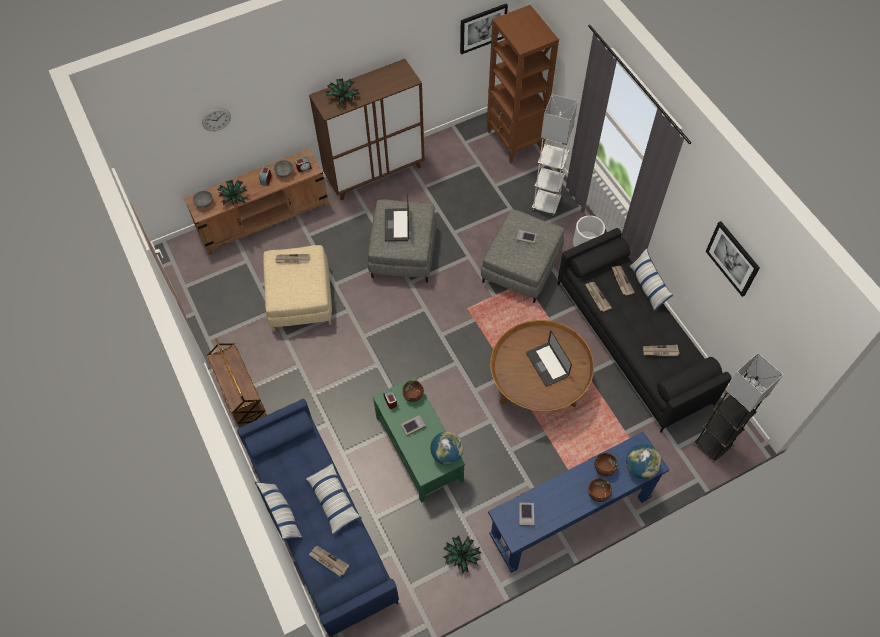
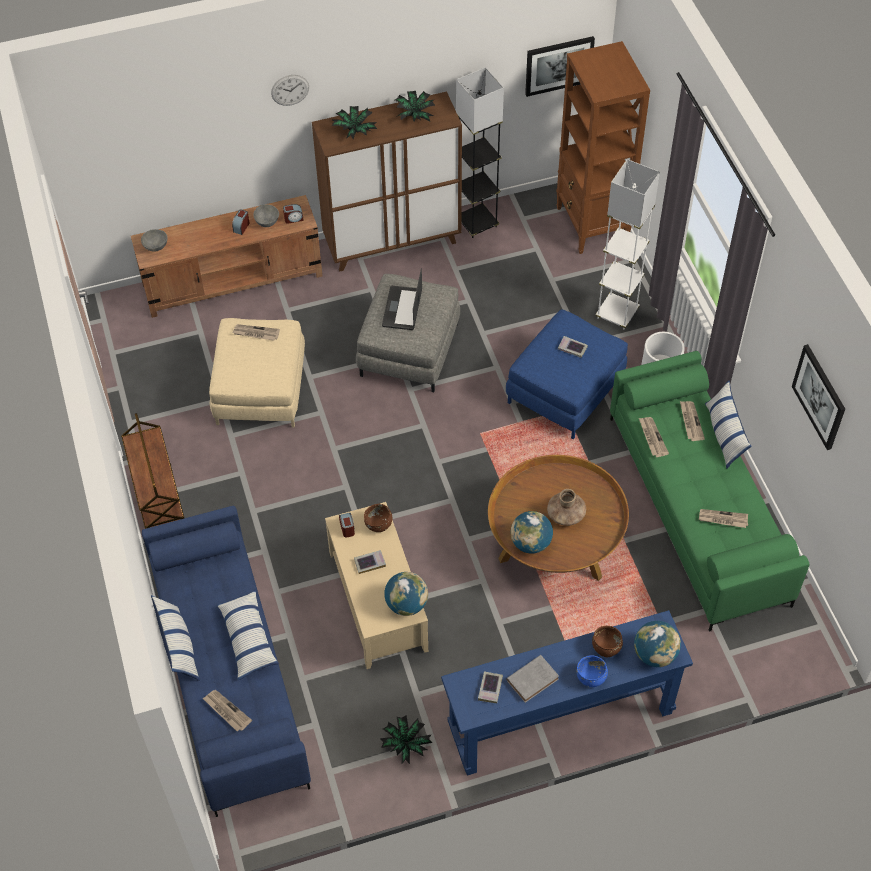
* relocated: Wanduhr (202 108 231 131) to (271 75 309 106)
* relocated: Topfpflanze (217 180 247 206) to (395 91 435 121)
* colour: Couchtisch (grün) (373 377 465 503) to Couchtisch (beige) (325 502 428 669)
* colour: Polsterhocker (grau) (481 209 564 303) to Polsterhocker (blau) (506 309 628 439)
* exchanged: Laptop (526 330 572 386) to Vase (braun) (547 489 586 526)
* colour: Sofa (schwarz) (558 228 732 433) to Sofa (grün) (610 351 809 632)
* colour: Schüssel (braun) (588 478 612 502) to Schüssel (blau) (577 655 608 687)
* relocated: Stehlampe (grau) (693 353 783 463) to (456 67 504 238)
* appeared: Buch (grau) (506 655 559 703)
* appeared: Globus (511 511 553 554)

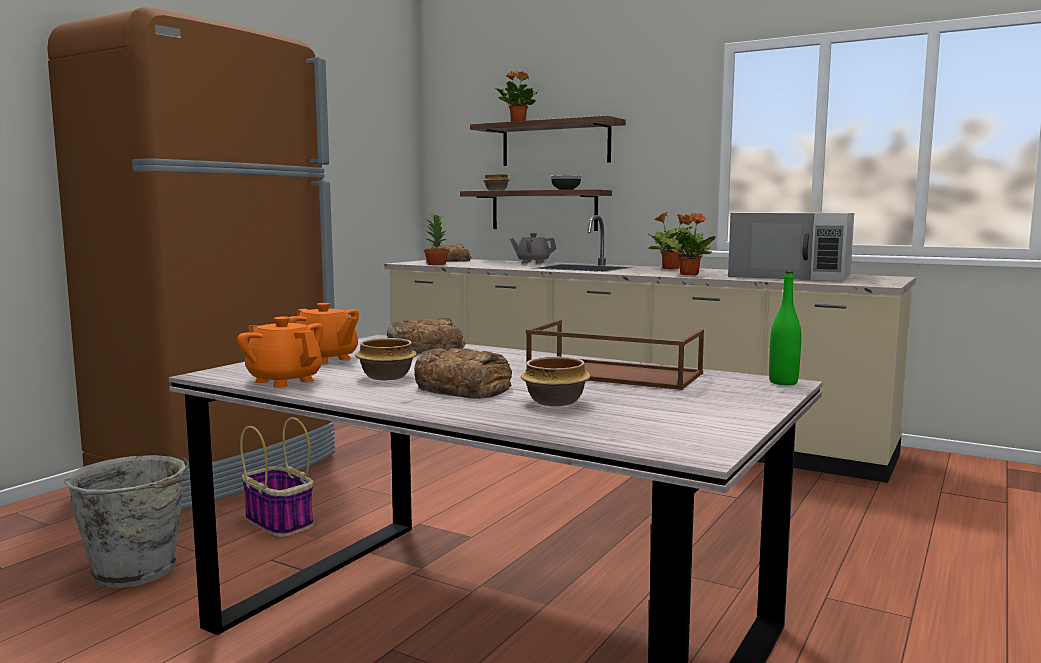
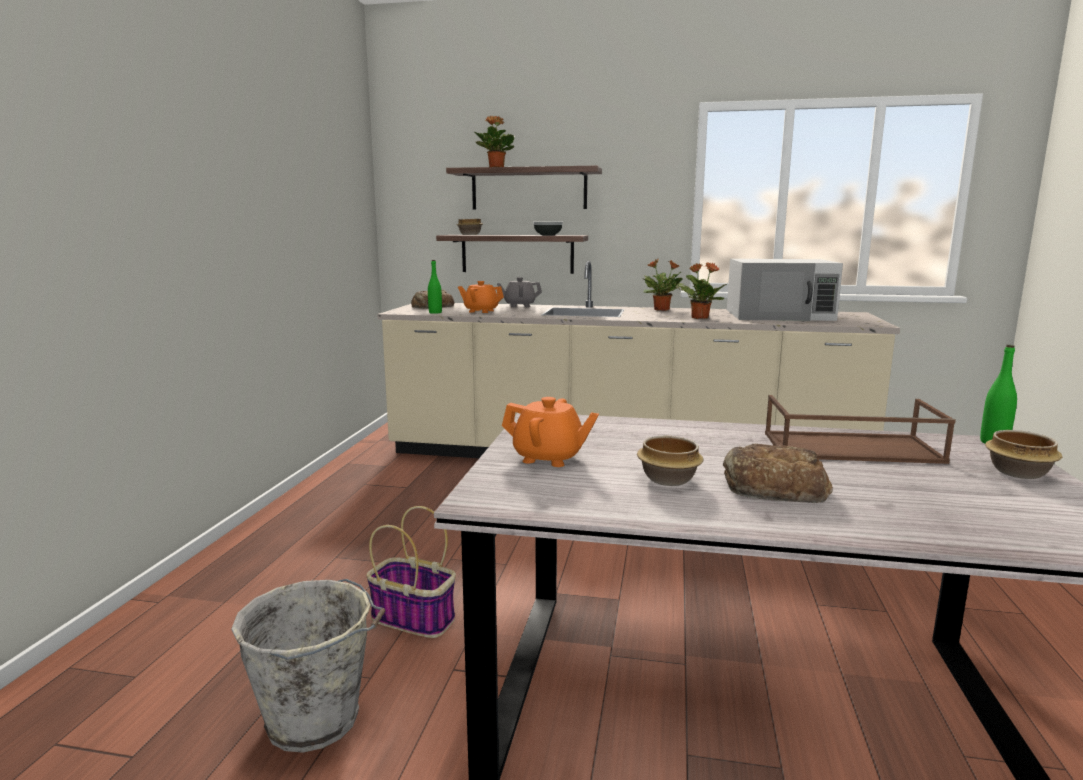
* missing: Kühlschrank (braun) (47 6 335 509)
* relocated: Teekanne (orange) (237 316 323 388) to (458 281 504 313)
* missing: Brot (387 318 466 354)
* exchanged: Topfpflanze (424 213 449 265) to Flasche (grün) (428 260 442 314)
* relocated: Schüssel (521 357 591 406) to (985 430 1062 479)

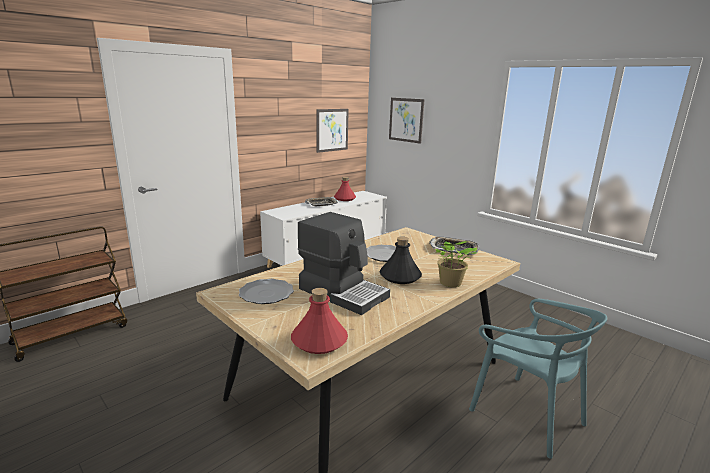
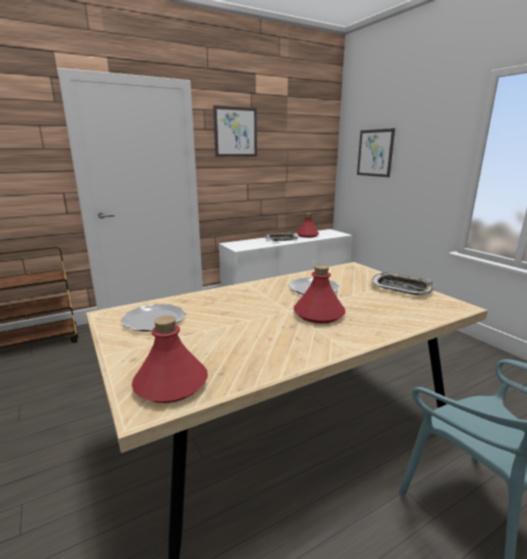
* missing: Kaffeemaschine (298 212 390 315)
* relocated: Bild (316 109 349 153) to (213 105 257 157)
* colour: Flasche (schwarz) (379 236 422 284) to Flasche (rot) (294 265 346 323)
* missing: Topfpflanze (435 241 477 287)

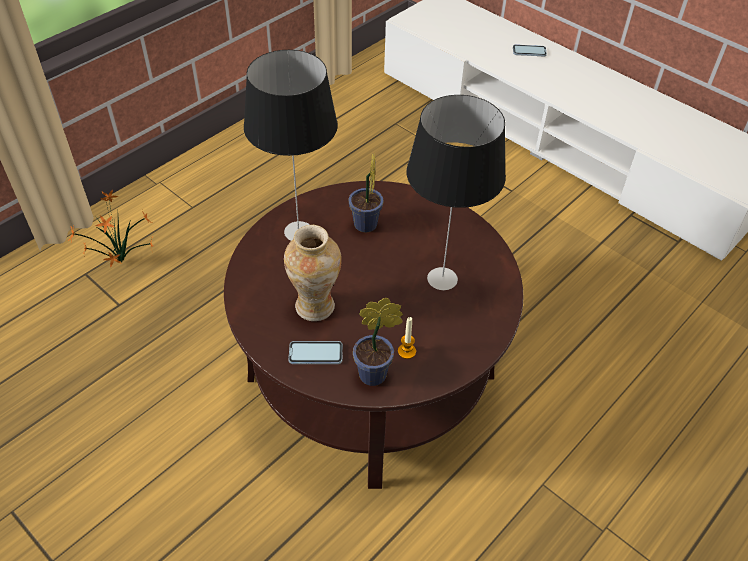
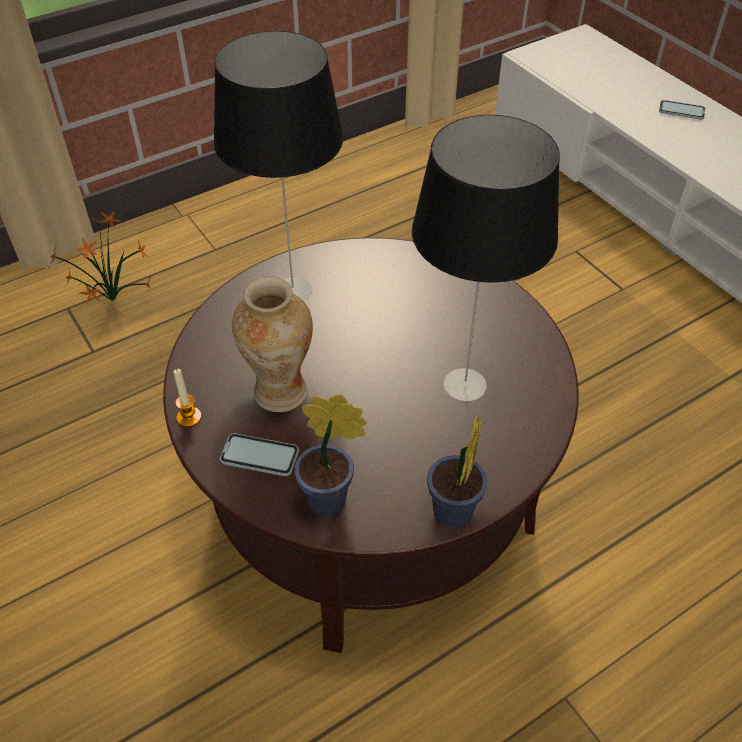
* relocated: Topfpflanze (348 154 384 232) to (427 414 487 528)
* relocated: Kerze (398 317 416 359) to (174 369 202 427)

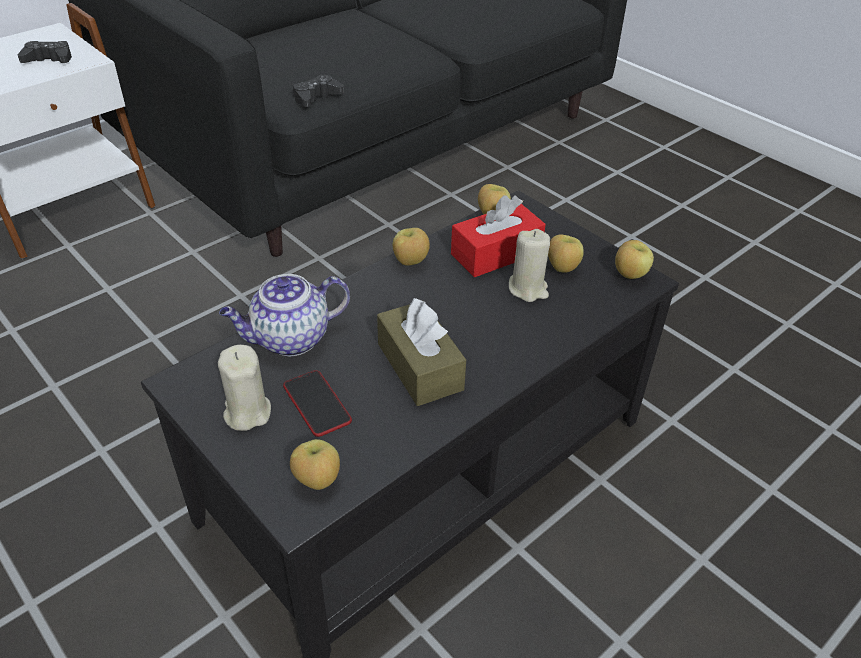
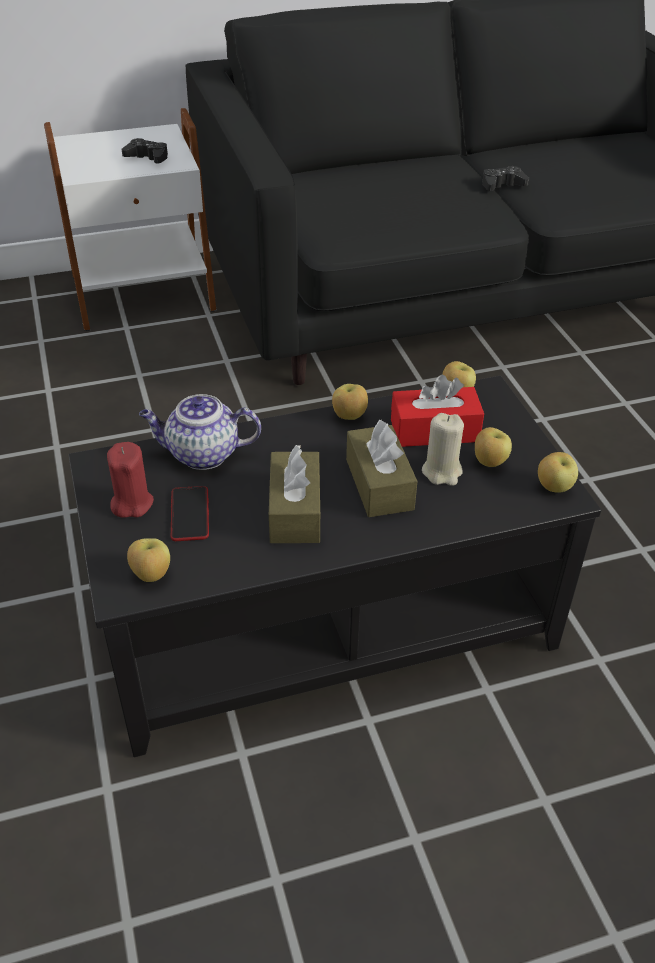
* colour: Kerze (beige) (218 345 271 431) to Kerze (rot) (107 442 154 518)
* relocated: Gamepad (schwarz) (293 75 344 107) to (482 166 529 191)
* appeared: Taschentuchbox (braun) (346 419 418 517)

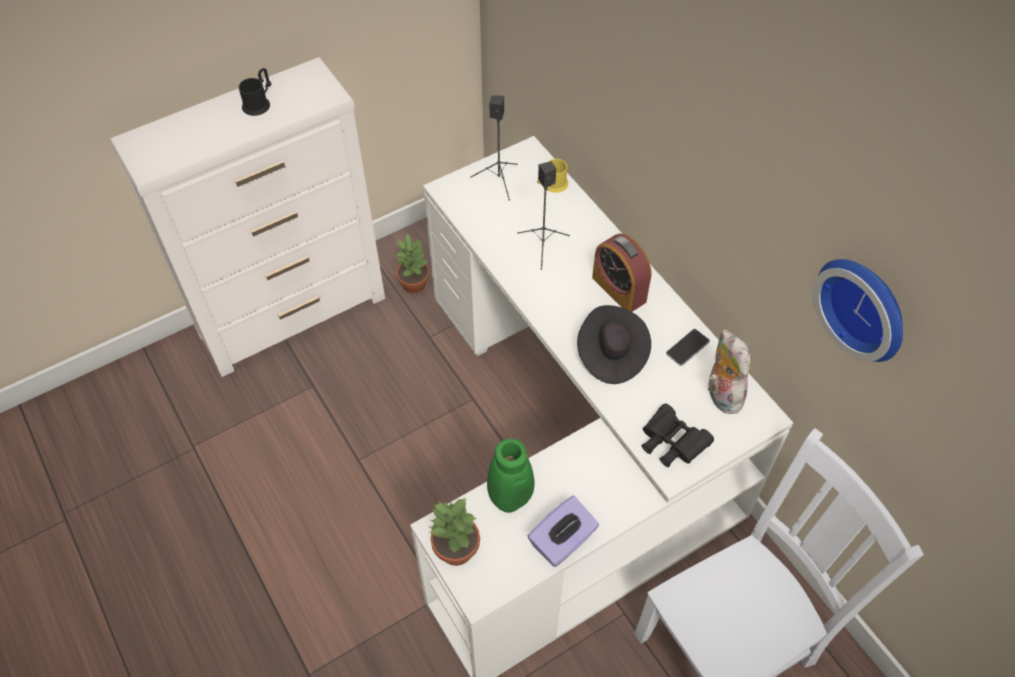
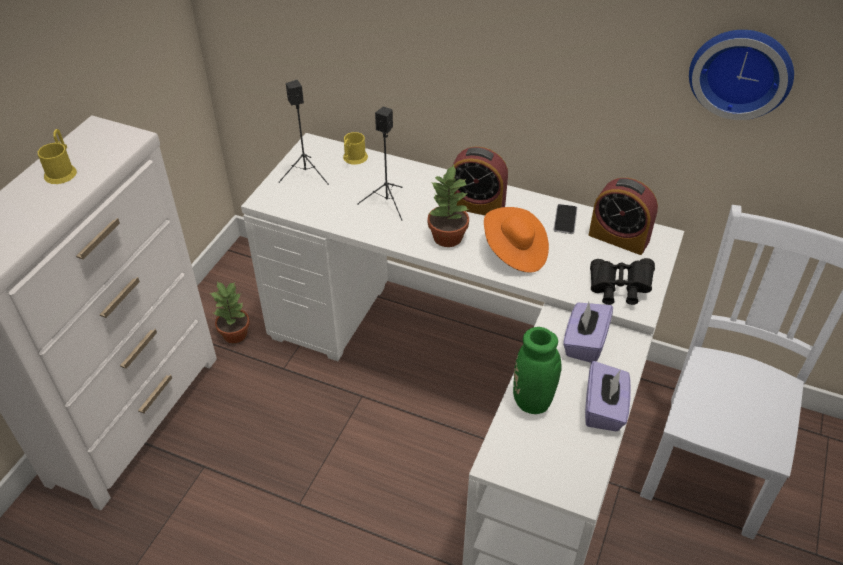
* colour: Henkelbecher (schwarz) (239 68 272 116) to Henkelbecher (gelb) (38 129 77 184)
* relocated: Topfpflanze (430 497 480 566) to (427 165 469 247)
* colour: Hut (schwarz) (577 305 651 384) to Hut (orange) (484 207 549 273)
* exchanged: Plüschtier (708 329 752 414) to Wecker (589 178 658 255)
* appeared: Taschentuchbox (lila) (563 302 613 363)

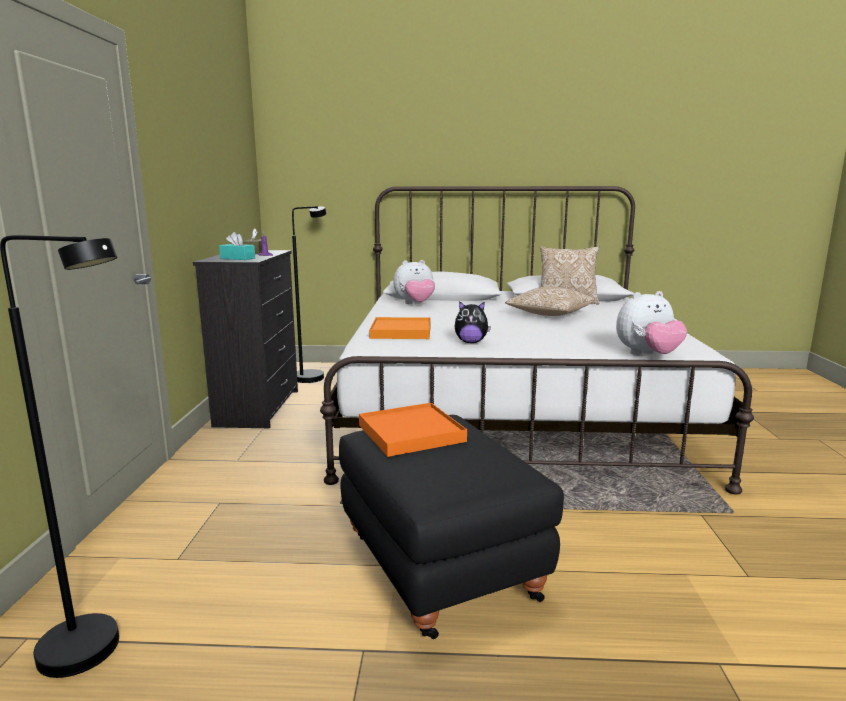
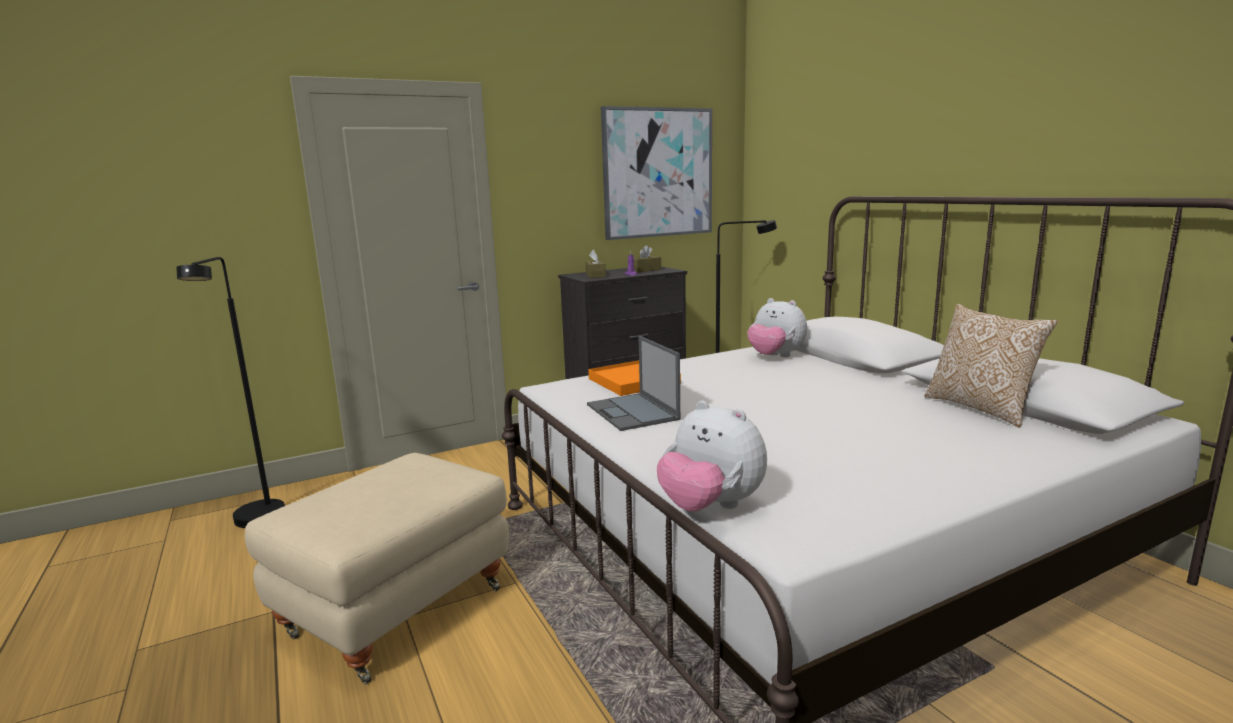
* colour: Taschentuchbox (türkis) (219 232 255 260) to Taschentuchbox (braun) (585 250 606 278)
* colour: Polsterhocker (schwarz) (339 415 564 639) to Polsterhocker (beige) (245 453 509 684)
* missing: Tablett (orange) (359 403 467 457)
* exchanged: Plüschtier (454 301 491 343) to Laptop (587 336 680 431)
* missing: Kissen (505 286 594 316)
* appeared: Bild (601 106 712 240)

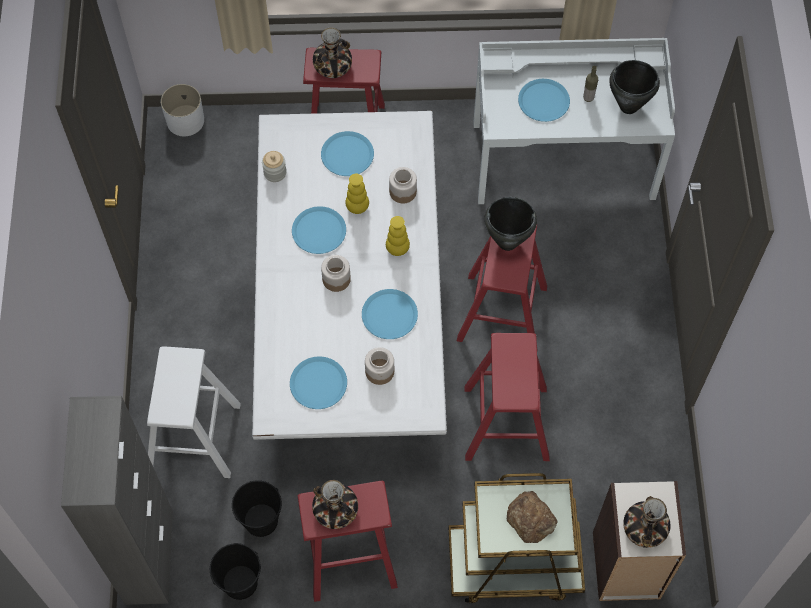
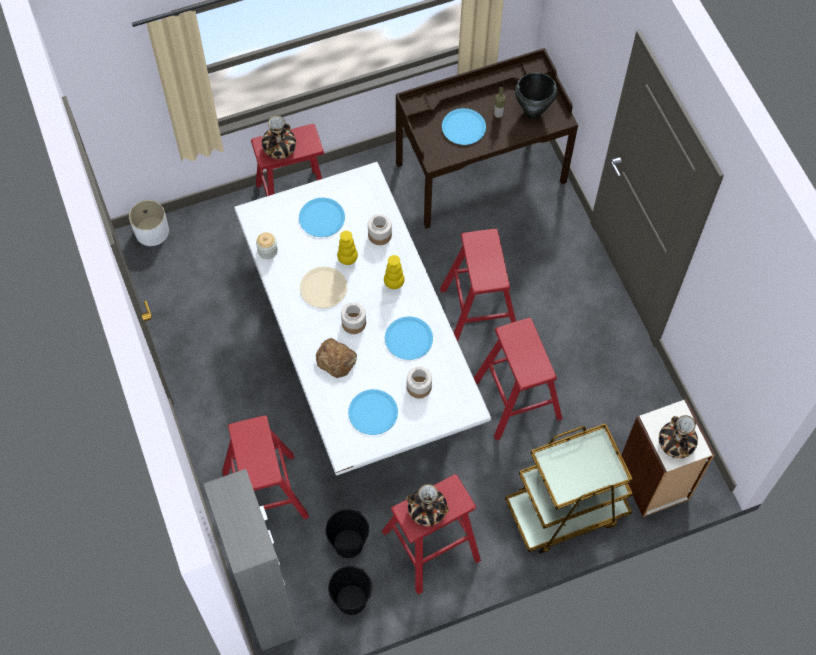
* colour: Hocker (weiß) (147 346 241 478) to Hocker (rot) (222 416 309 519)
* colour: Teller (blau) (292 206 346 254) to Teller (beige) (300 267 347 308)
* colour: Schreibtisch (weiß) (473 38 675 204) to Schreibtisch (braun) (396 48 578 229)
* missing: Kochtopf (schwarz) (484 197 537 251)
* relocated: Brot (507 491 557 543) to (316 338 357 378)

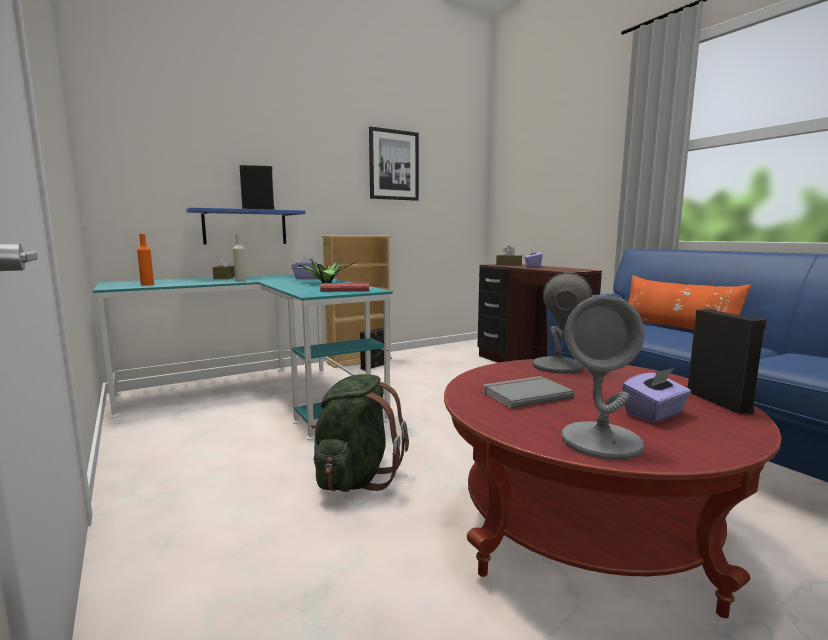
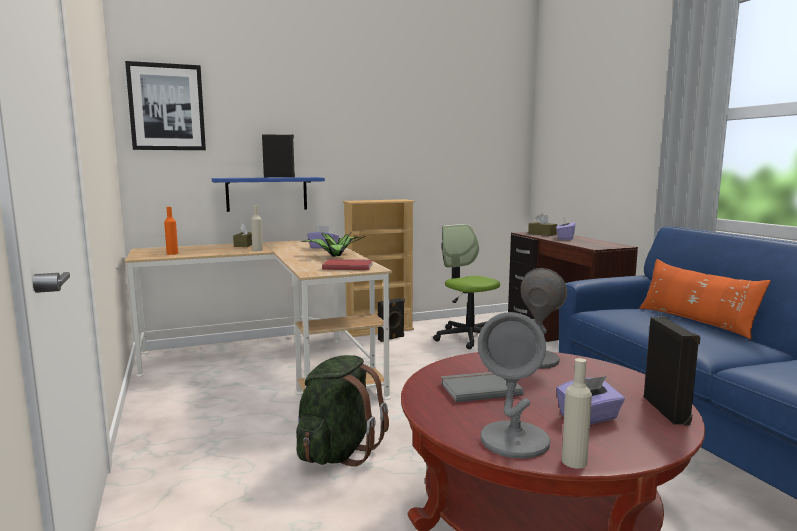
* colour: Schreibtisch (türkis) (93 275 393 440) to Schreibtisch (beige) (125 240 392 400)
* relocated: Bild (369 126 419 201) to (125 61 206 150)
* appeared: Bürostuhl (433 224 500 349)
* appeared: Flasche (beige) (562 358 592 469)

